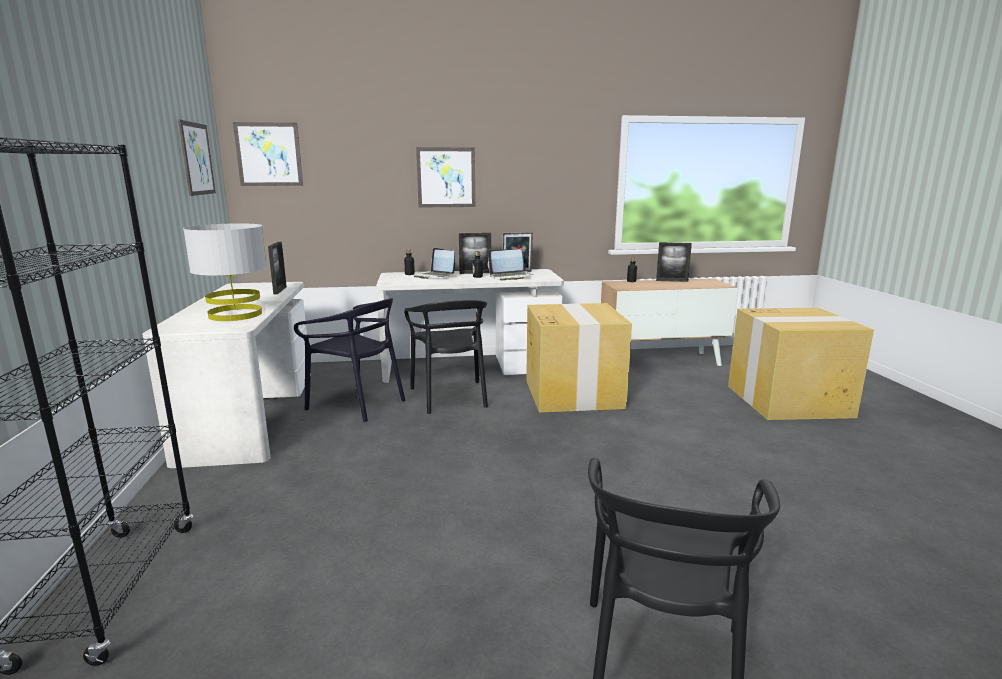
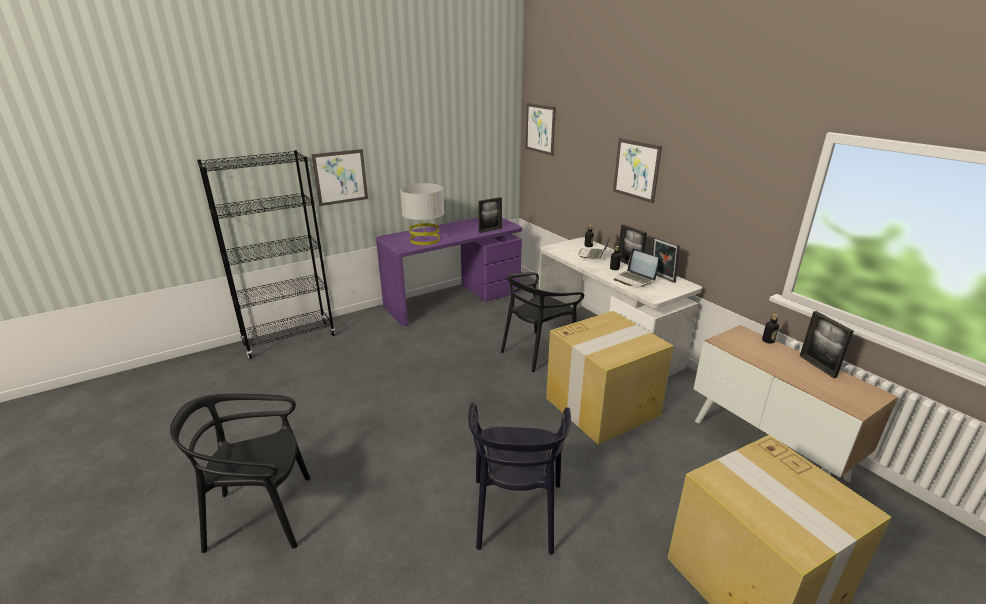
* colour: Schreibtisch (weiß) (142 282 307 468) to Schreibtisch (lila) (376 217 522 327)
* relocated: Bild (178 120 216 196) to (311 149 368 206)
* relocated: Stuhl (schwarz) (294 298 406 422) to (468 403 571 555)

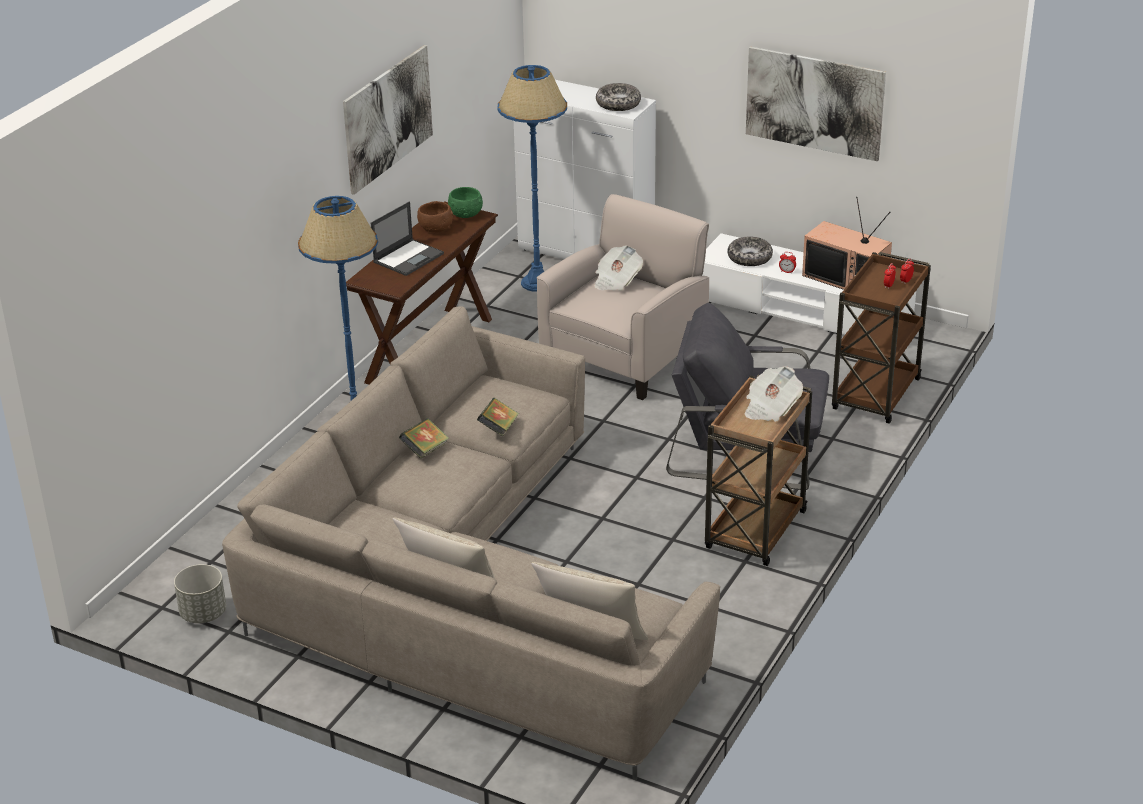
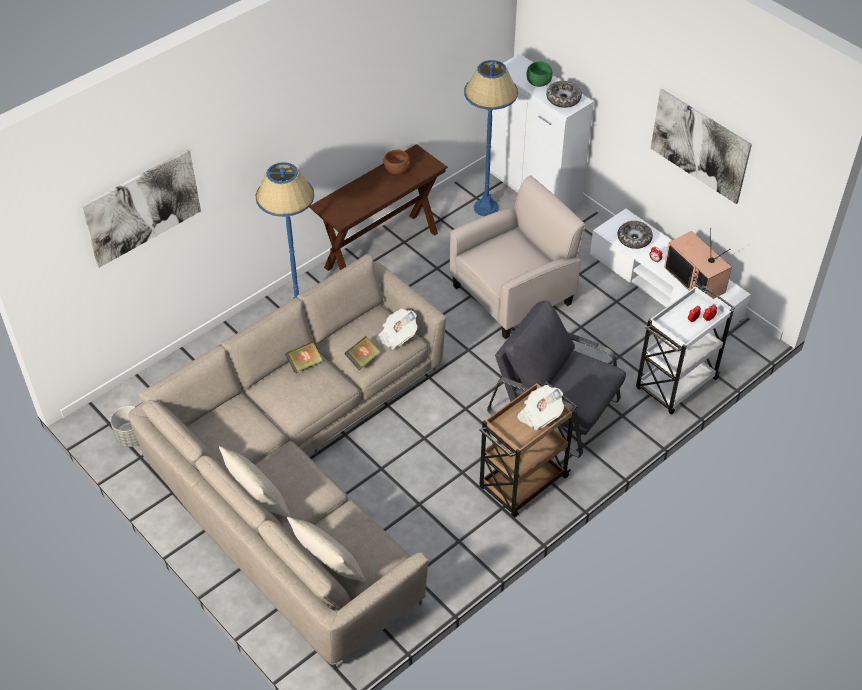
* relocated: Bild (343 45 433 195) to (81 149 201 268)
* missing: Laptop (371 201 444 276)
* relocated: Schüssel (grün) (448 187 483 218) to (526 62 552 87)
* relocated: Zeitung (594 245 643 291) to (376 308 417 350)
* colour: Rollwagen (braun) (832 252 931 424) to Rollwagen (weiß) (636 285 735 415)

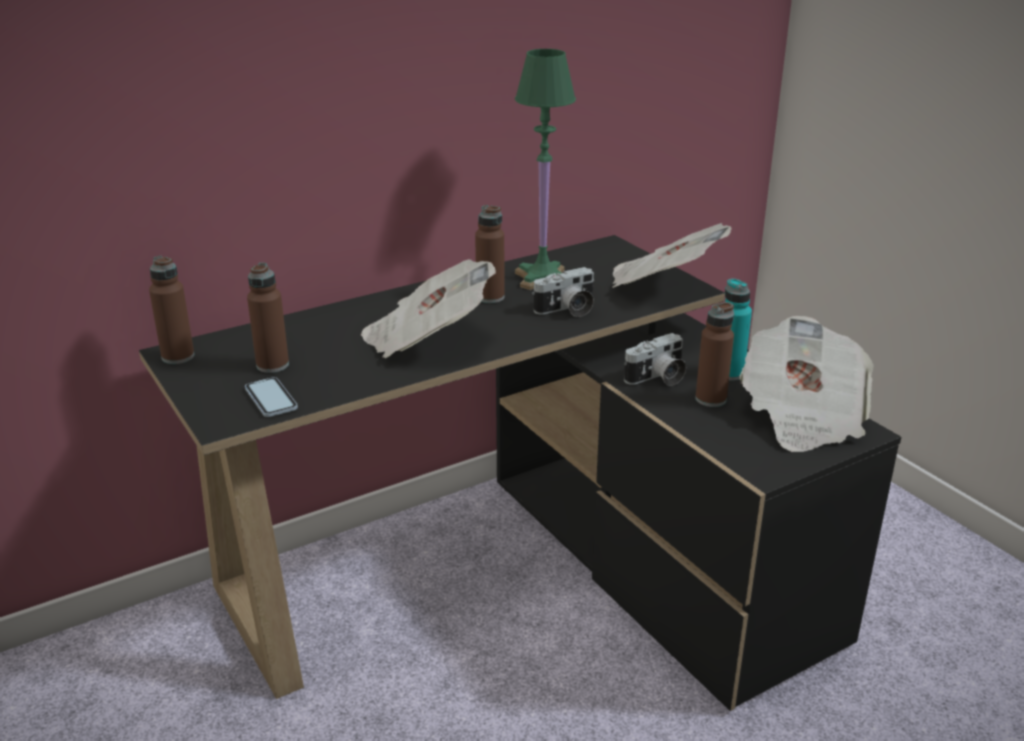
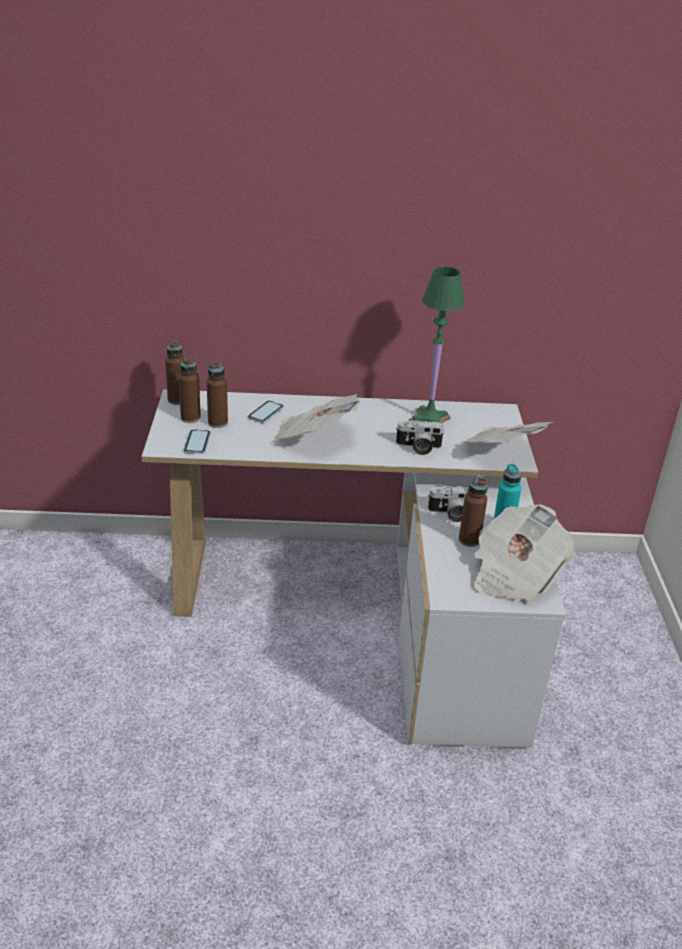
* colour: Schreibtisch (schwarz) (139 235 901 711) to Schreibtisch (weiß) (141 389 566 748)
* relocated: Flasche (braun) (475 205 505 303) to (179 357 201 423)
* appeared: Handy (248 401 283 423)

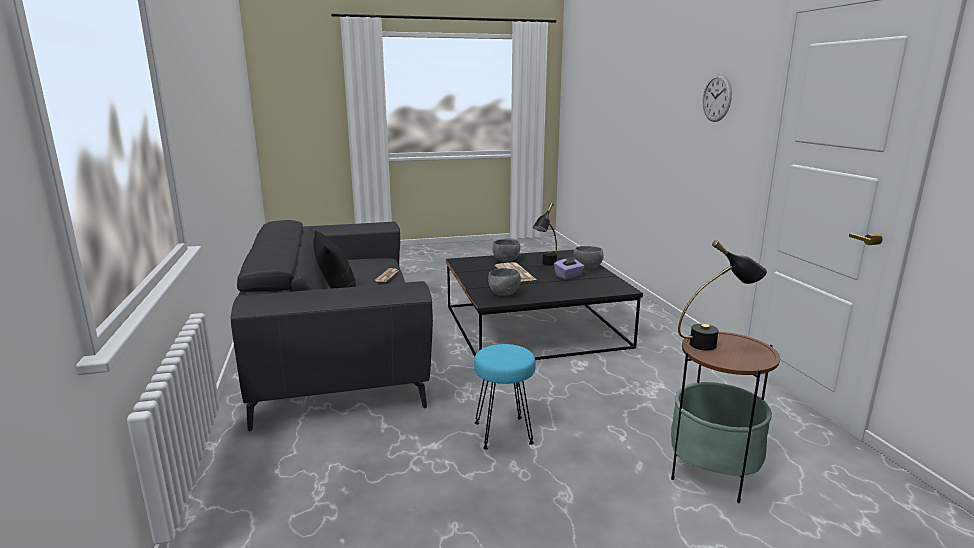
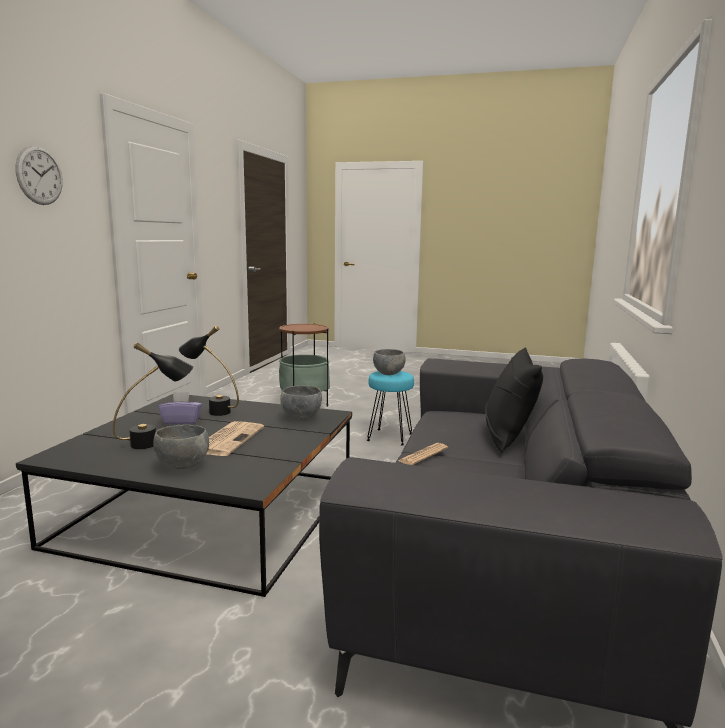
* relocated: Schüssel (grau) (573 246 604 269) to (373 349 406 375)
* relocated: Tischlampe (schwarz) (678 240 767 351) to (179 326 239 416)

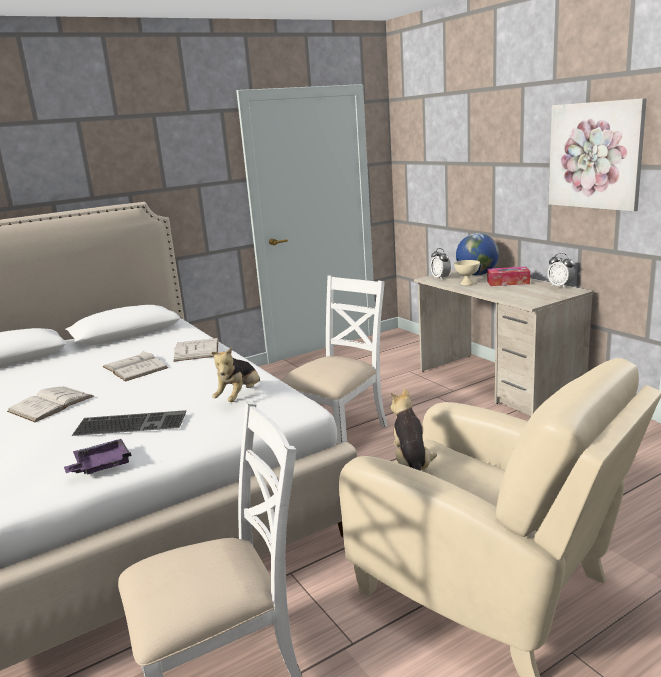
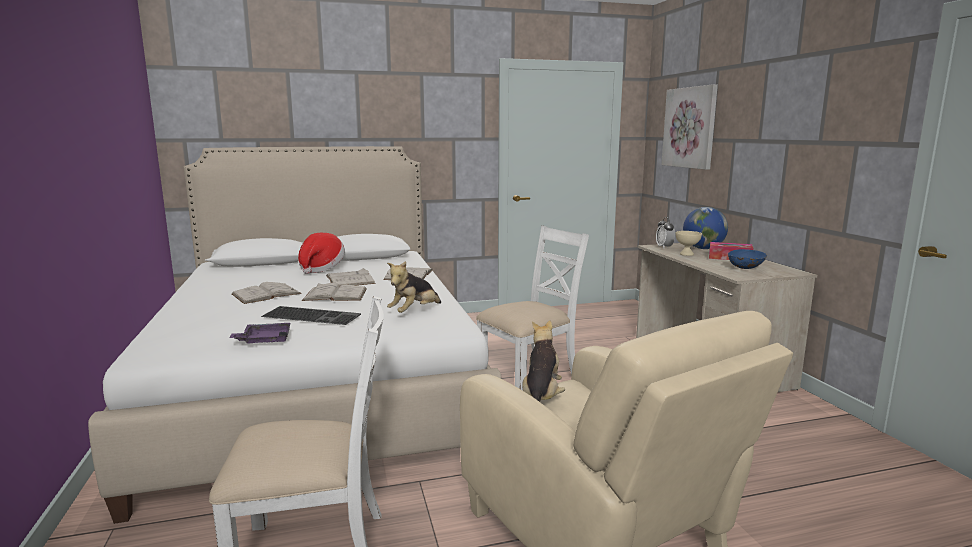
* missing: Wecker (547 253 575 288)
* relocated: Bild (548 98 647 212) to (662 84 718 170)
* appeared: Hut (298 233 345 274)
* appeared: Buch (weiß) (302 282 367 301)
* appeared: Schüssel (blau) (728 249 767 269)

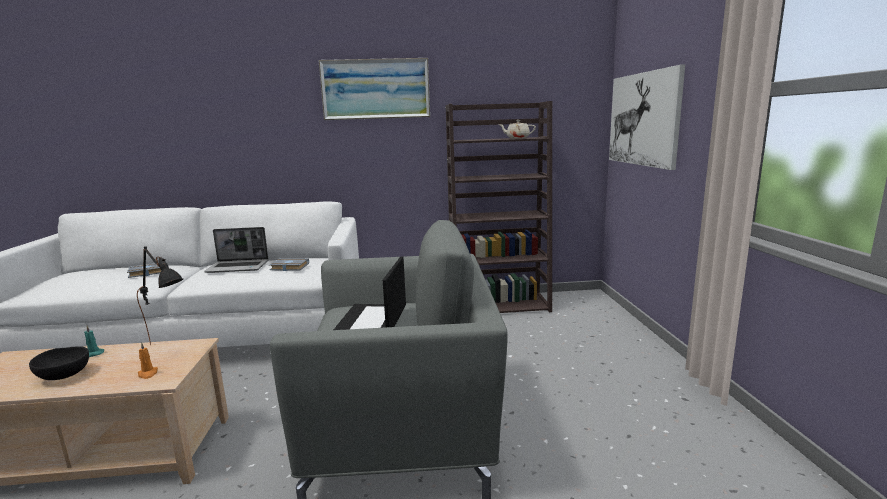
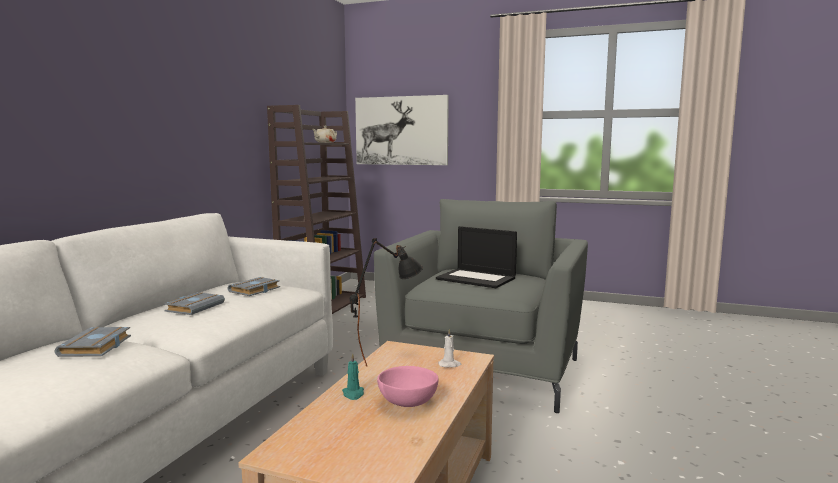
* colour: Schüssel (schwarz) (29 347 89 380) to Schüssel (rosa) (377 366 439 407)
* colour: Kerze (orange) (138 342 158 379) to Kerze (weiß) (438 329 461 367)
* exchanged: Laptop (204 227 268 273) to Buch (grau) (164 292 225 315)
* missing: Bild (318 58 430 120)

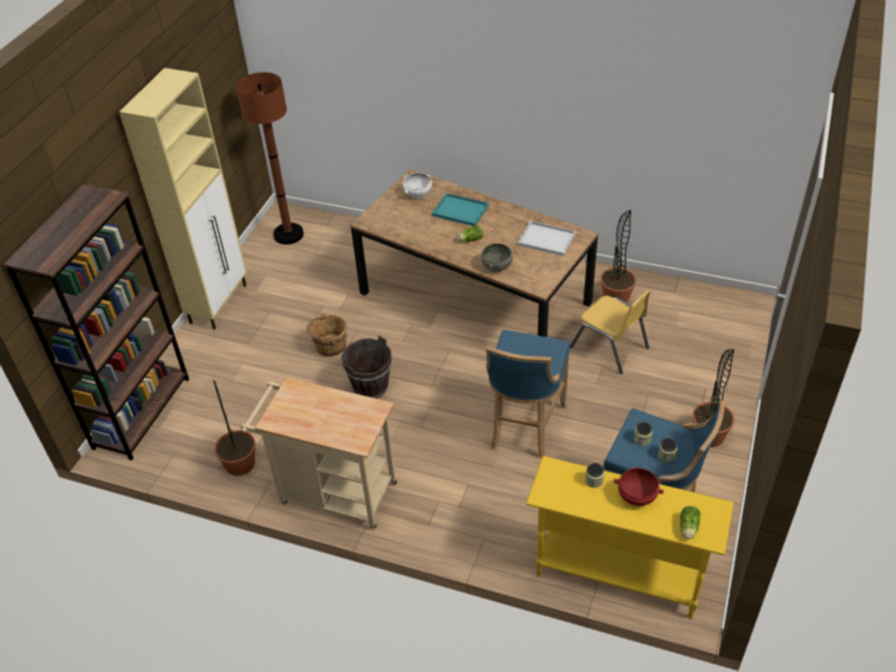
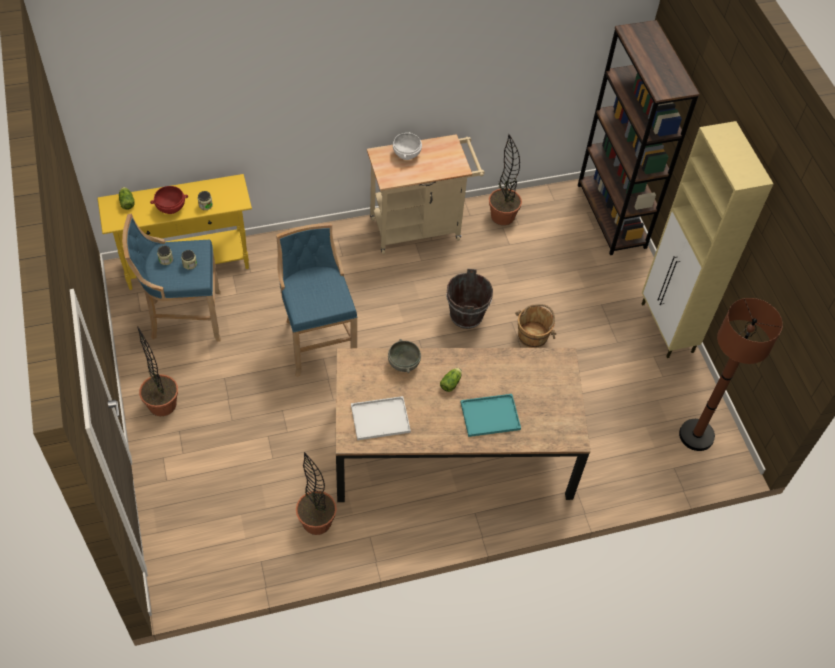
* relocated: Schüssel (weiß) (403 173 432 199) to (393 132 422 160)
* missing: Stuhl (gelb) (570 290 650 374)

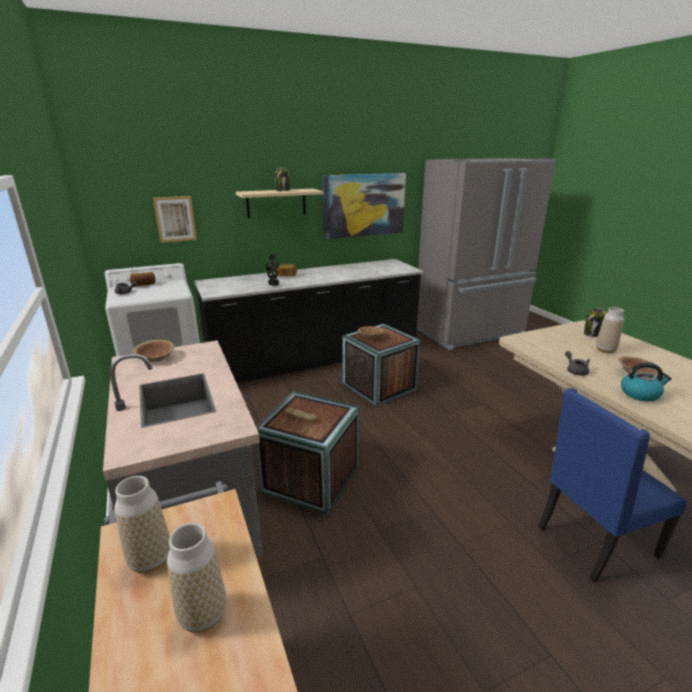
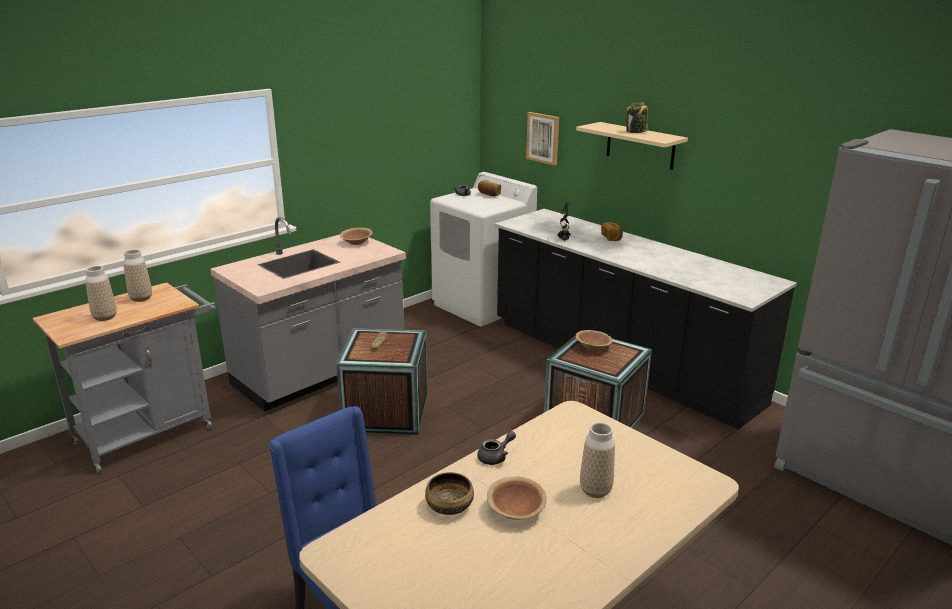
* missing: Bild (323 173 406 239)
* missing: Vorratsglas (584 308 607 337)
* exchanged: Wasserkessel (621 363 672 402) to Schüssel (425 472 474 515)

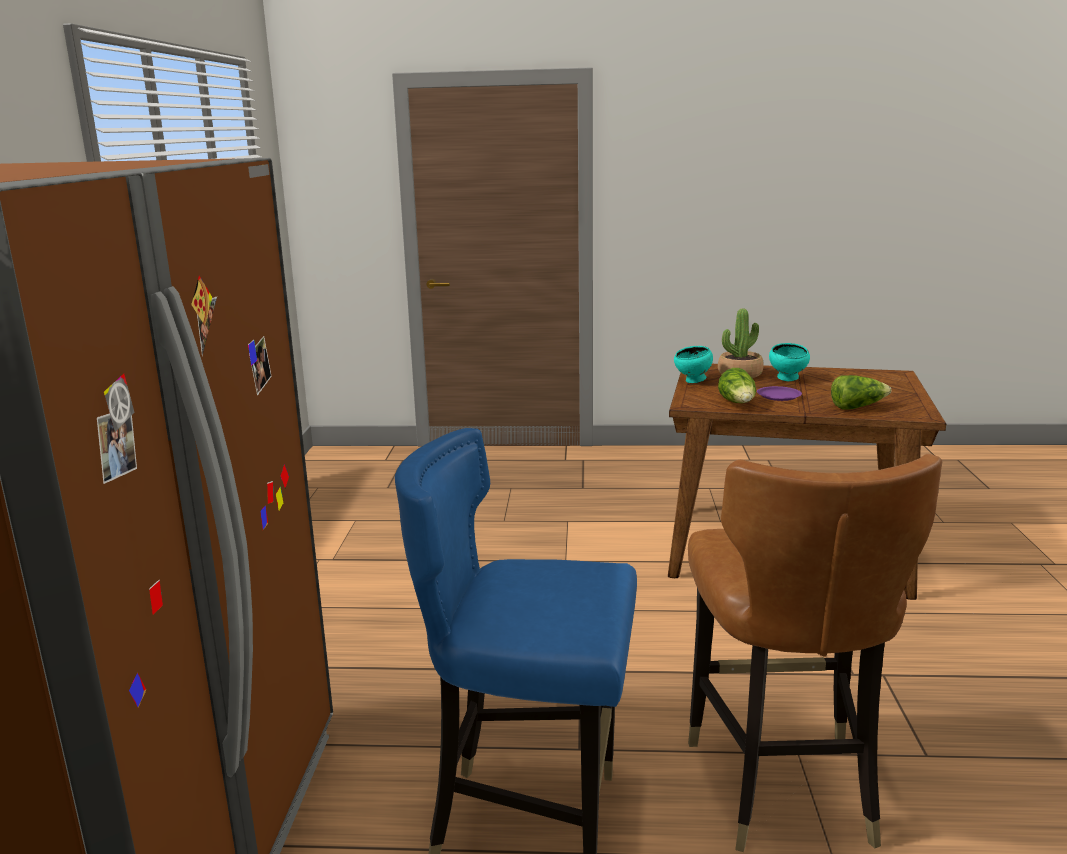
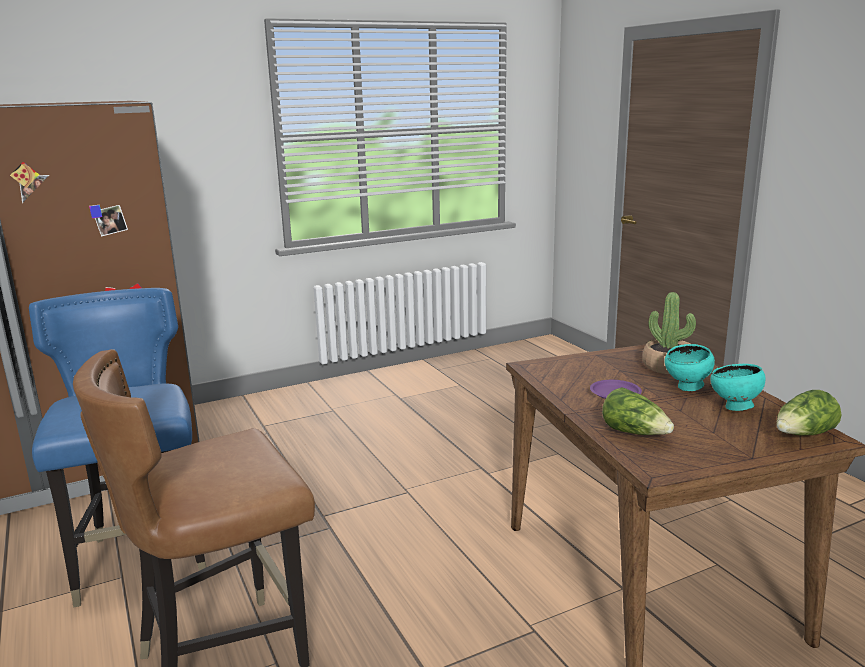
* relocated: Schüssel (türkis) (674 346 713 383) to (711 364 766 411)
* relocated: Salatkopf (718 368 756 403) to (776 390 842 436)

